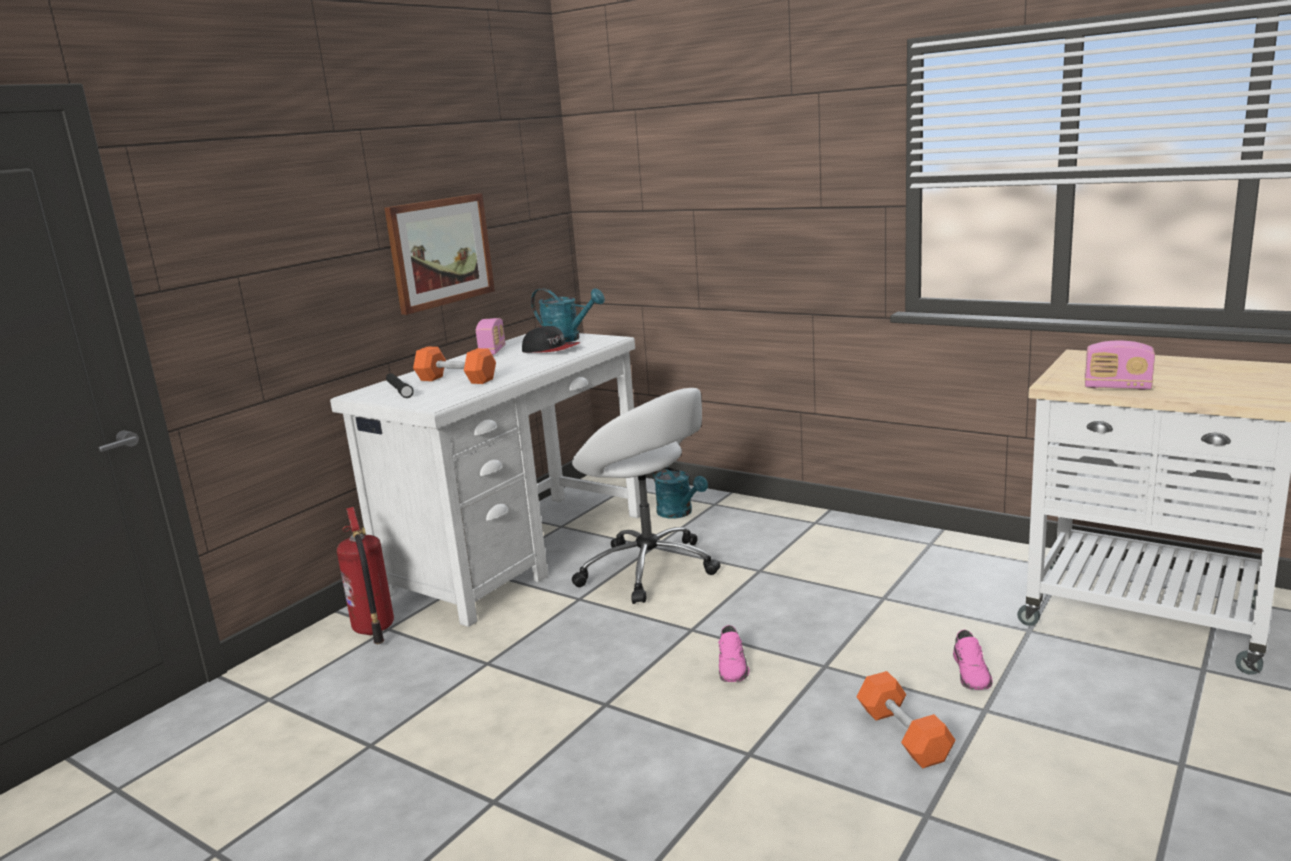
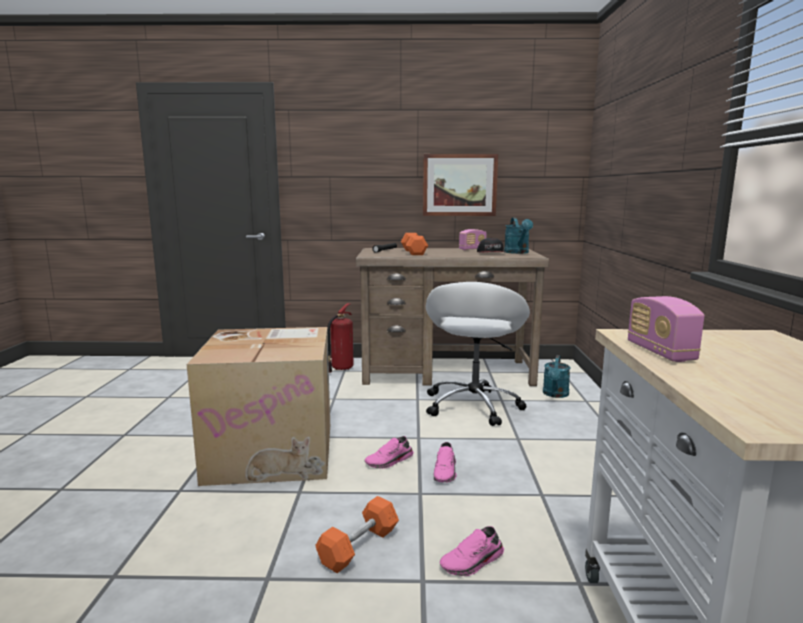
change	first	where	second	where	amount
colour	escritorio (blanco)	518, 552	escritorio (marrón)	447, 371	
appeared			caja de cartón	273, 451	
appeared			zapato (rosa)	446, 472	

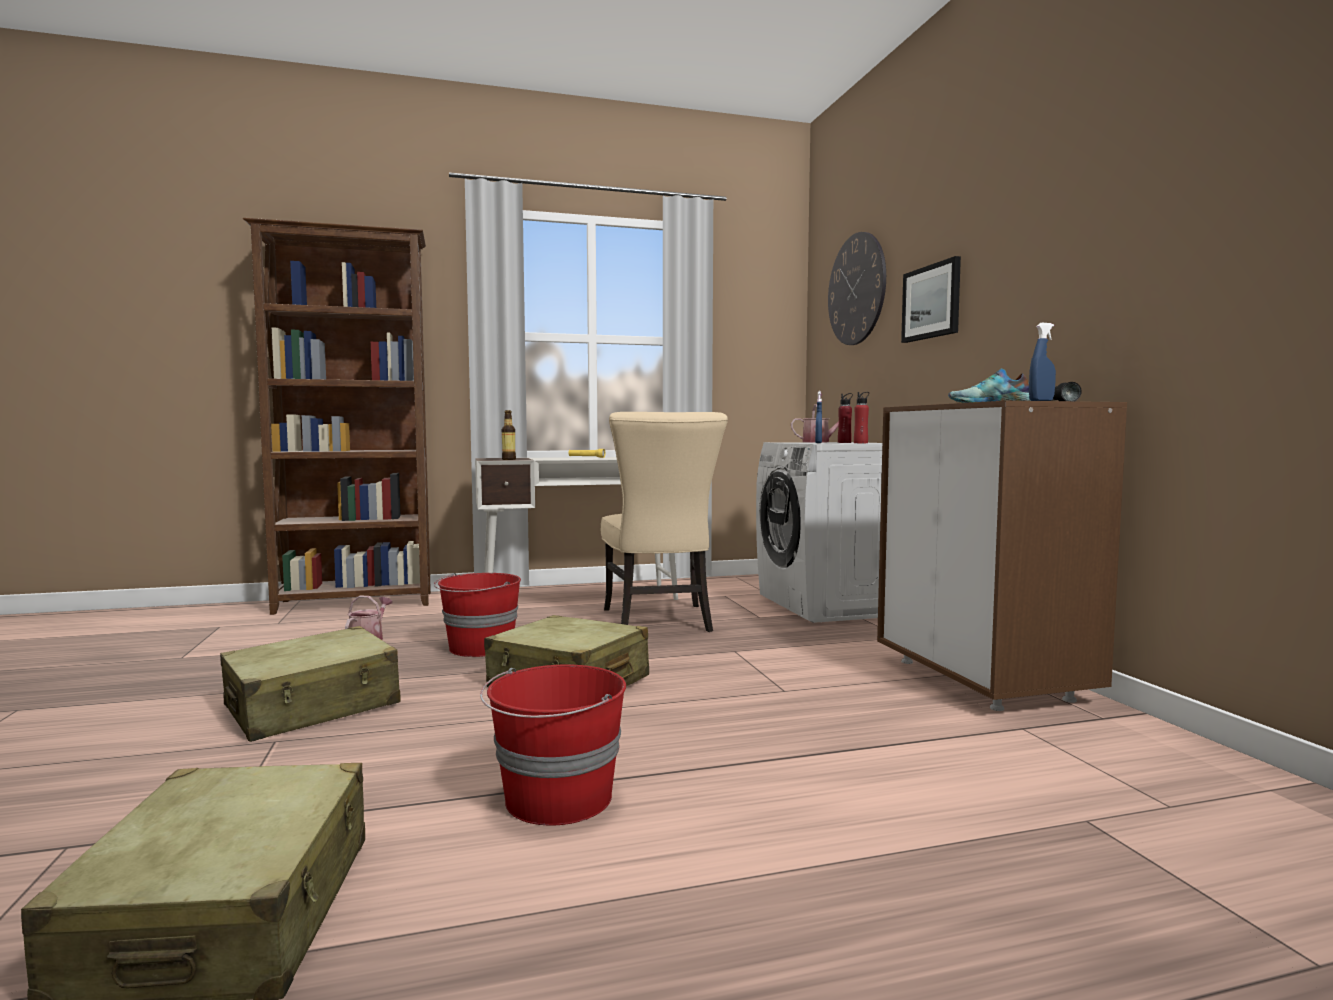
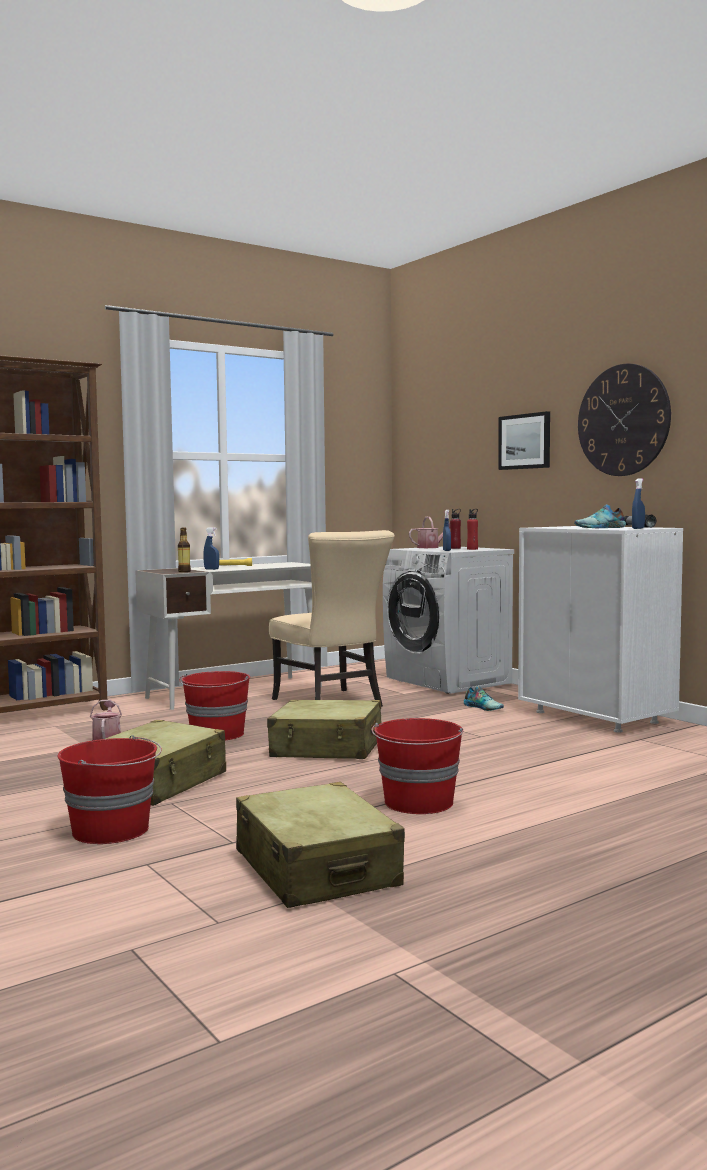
change	first	where	second	where	amount
relocated	reloj de pared	856, 289		623, 420	
colour	armario (marrón)	984, 680	armario (blanco)	597, 717	
appeared			pulverizador (azul)	211, 569	
appeared			zapato	484, 707	
appeared			cubo (rojo)	112, 830	

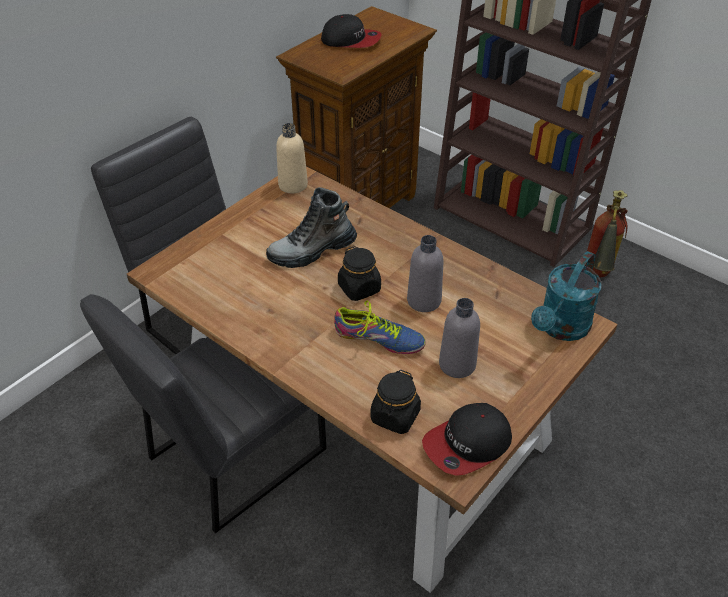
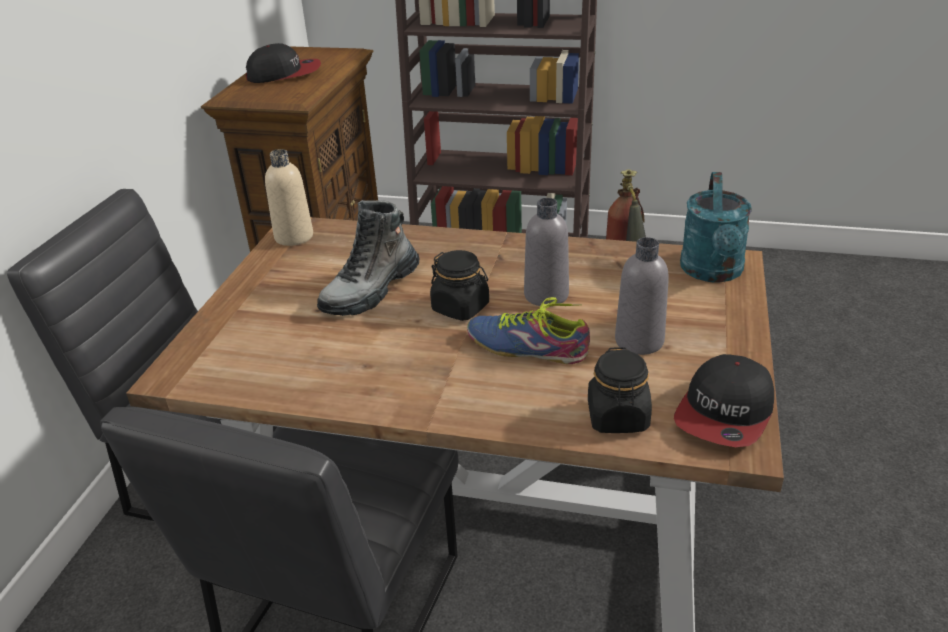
change	first	where	second	where	amount
spun	zapato	379, 338		527, 347	150 degrees counterclockwise

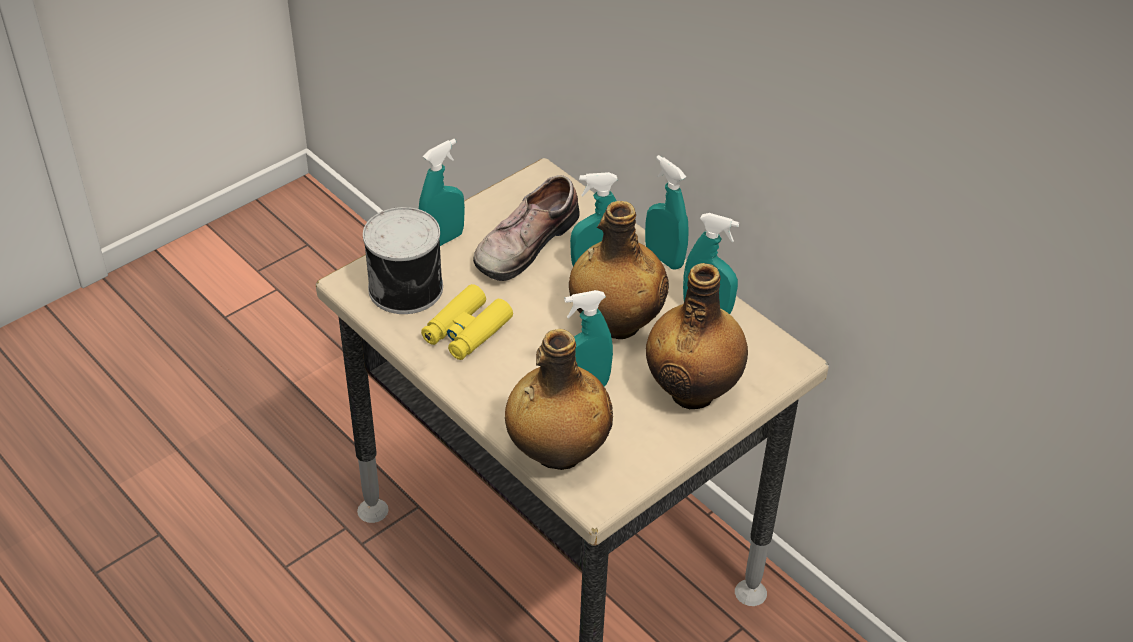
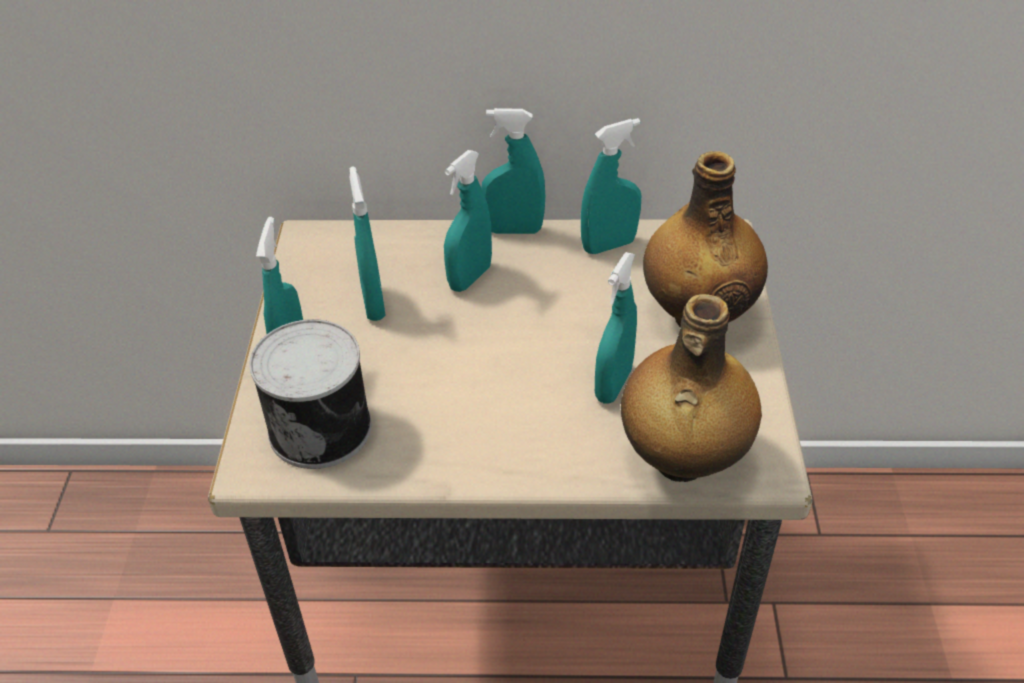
change	first	where	second	where	amount
exchanged	zapato	523, 242	pulverizador (turquesa)	373, 303	
missing	botella	615, 324			
missing	prismáticos (amarillo)	466, 331			

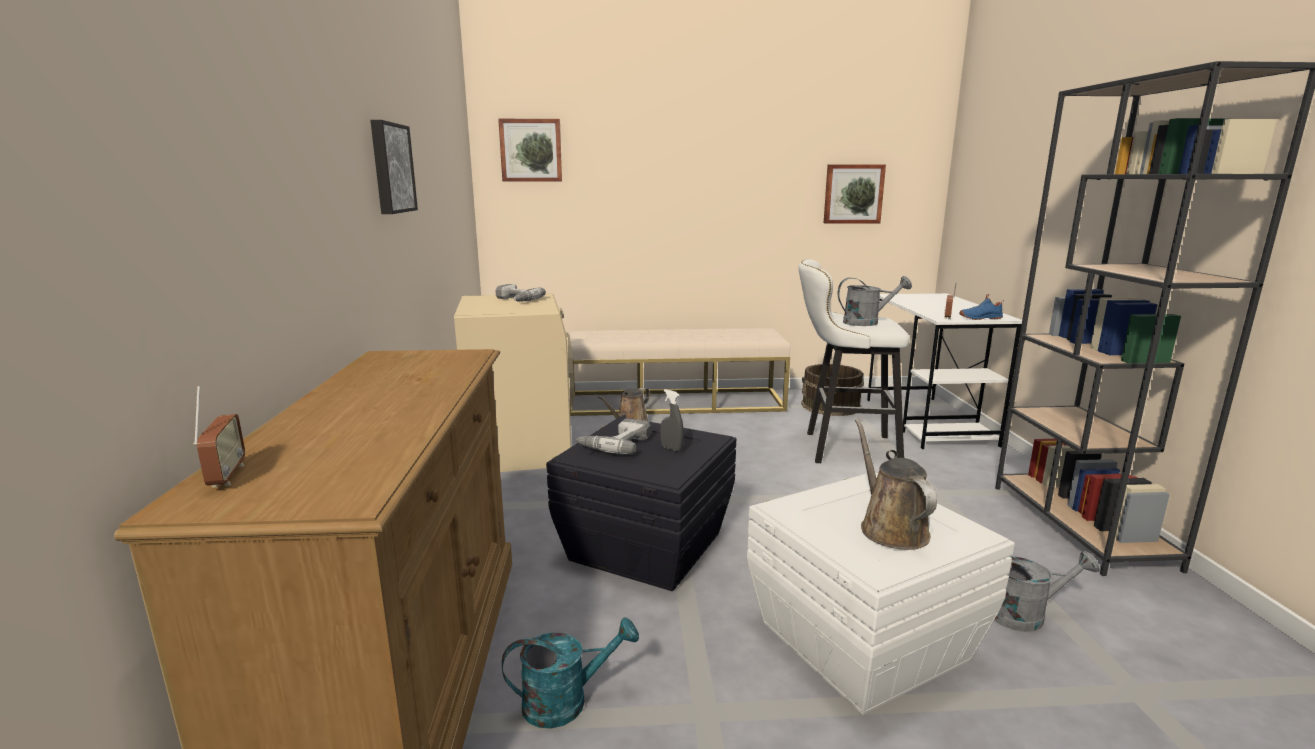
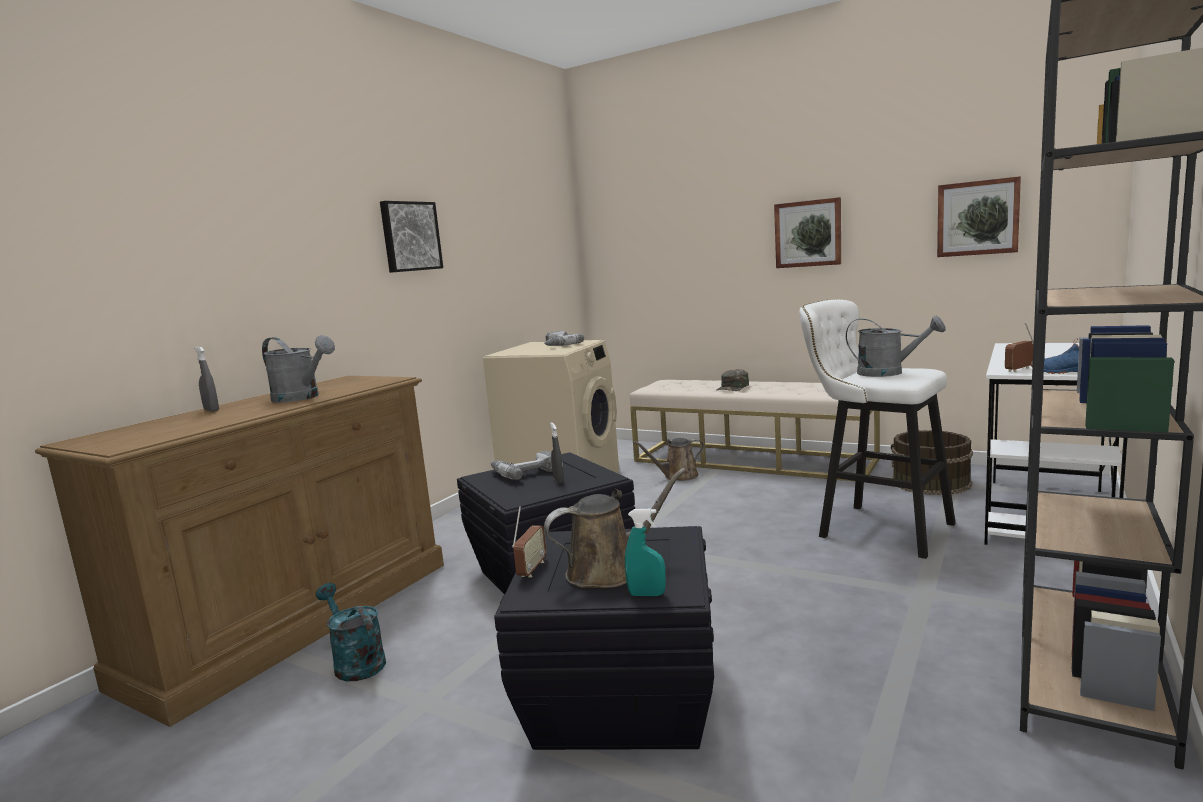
change	first	where	second	where	amount
relocated	cuadro	531, 150		808, 233	
relocated	radio	227, 476		531, 569	
spun	regadera (marrón)	890, 528		609, 571	45 degrees clockwise
colour	caja de almacenaje (blanco)	860, 640	caja de almacenaje (negro)	619, 696	
relocated	regadera (gris)	1025, 615		302, 398	
spun	regadera (turquesa)	566, 701		355, 662	150 degrees counterclockwise
appeared			pulverizador (gris)	211, 410	
appeared			gorra (verde)	733, 387	
appeared			pulverizador (turquesa)	647, 594	

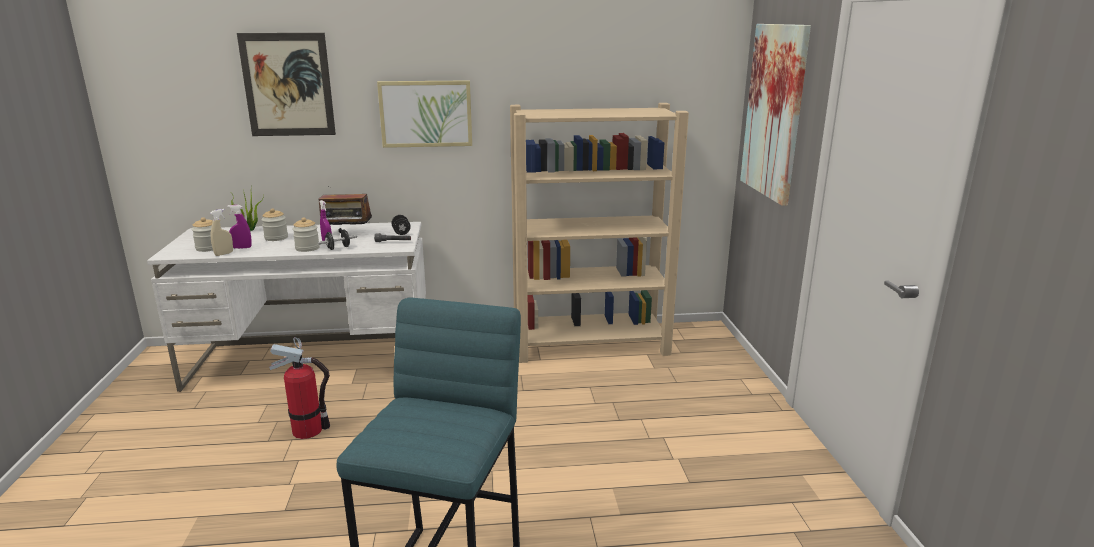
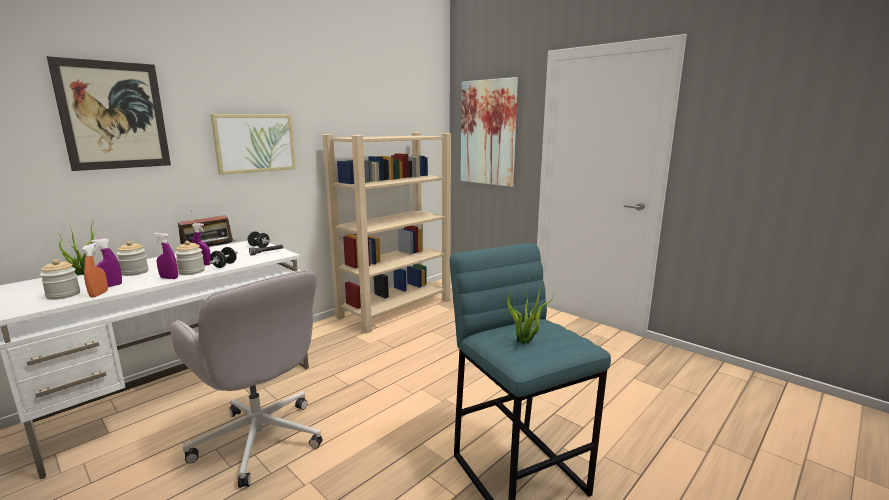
change	first	where	second	where	amount
colour	pulverizador (beis)	224, 254	pulverizador (naranja)	99, 294	
exchanged	extintor	307, 430	silla de oficina (gris)	260, 441	
appeared			pulverizador (morado)	169, 278	
appeared			planta en maceta	525, 342	

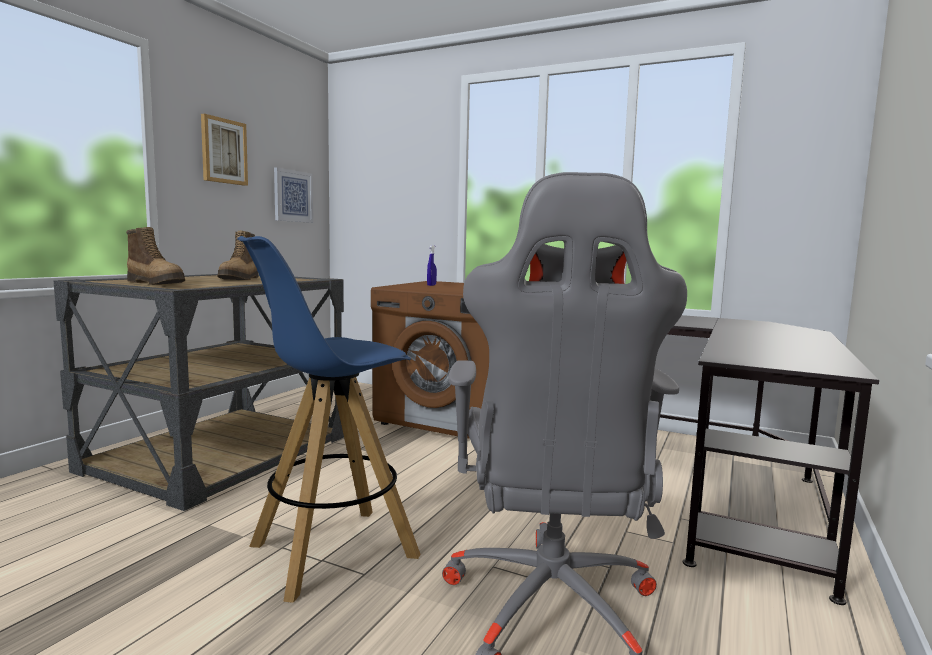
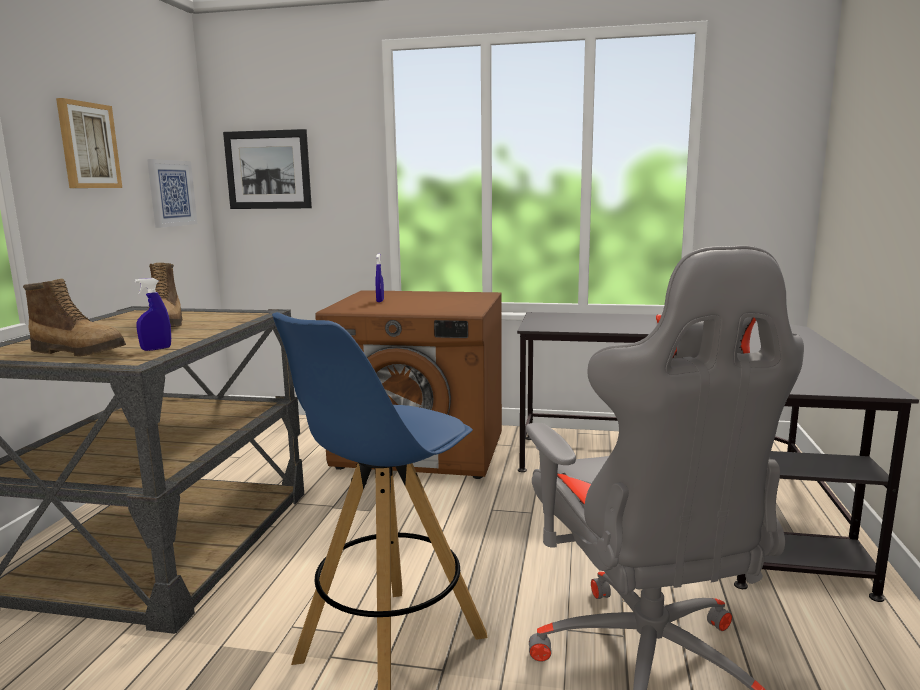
change	first	where	second	where	amount
appeared			cuadro	268, 170	
appeared			pulverizador (azul)	156, 349	

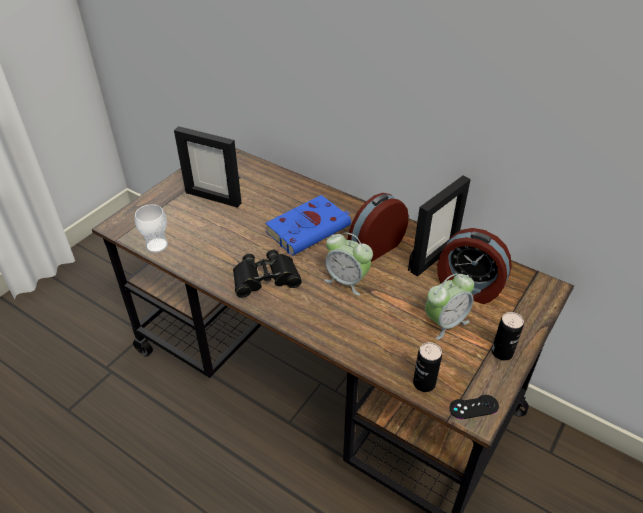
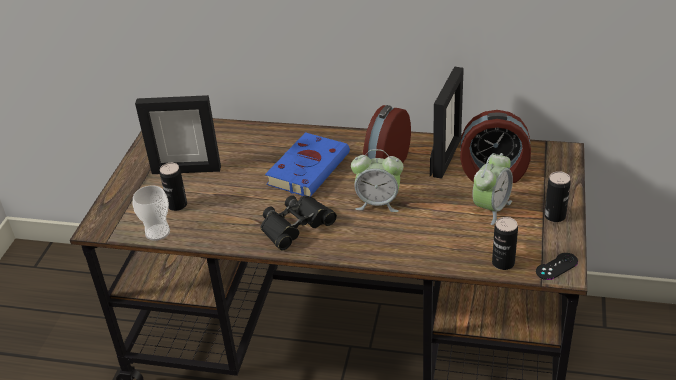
change	first	where	second	where	amount
appeared			lata	177, 205	

